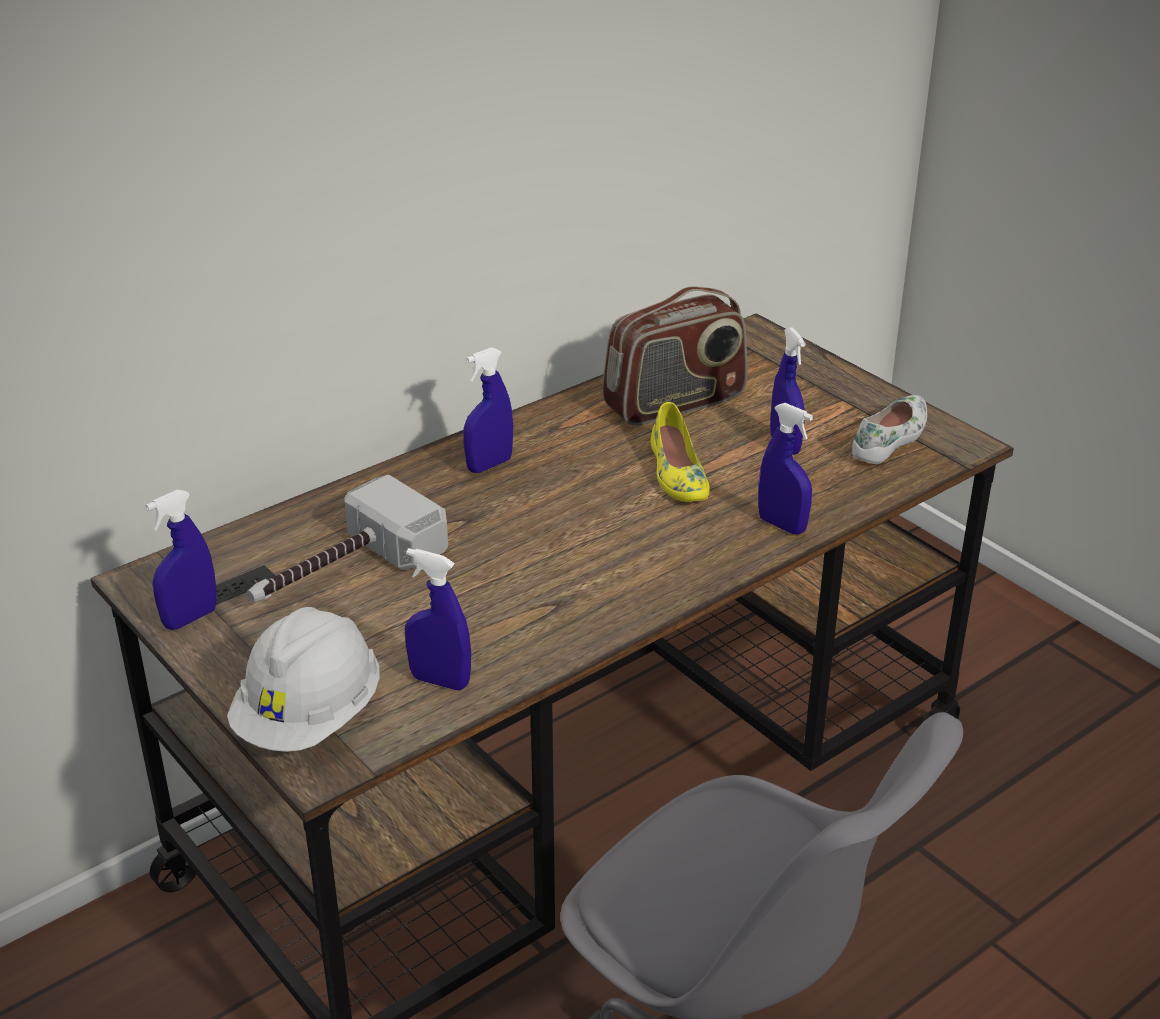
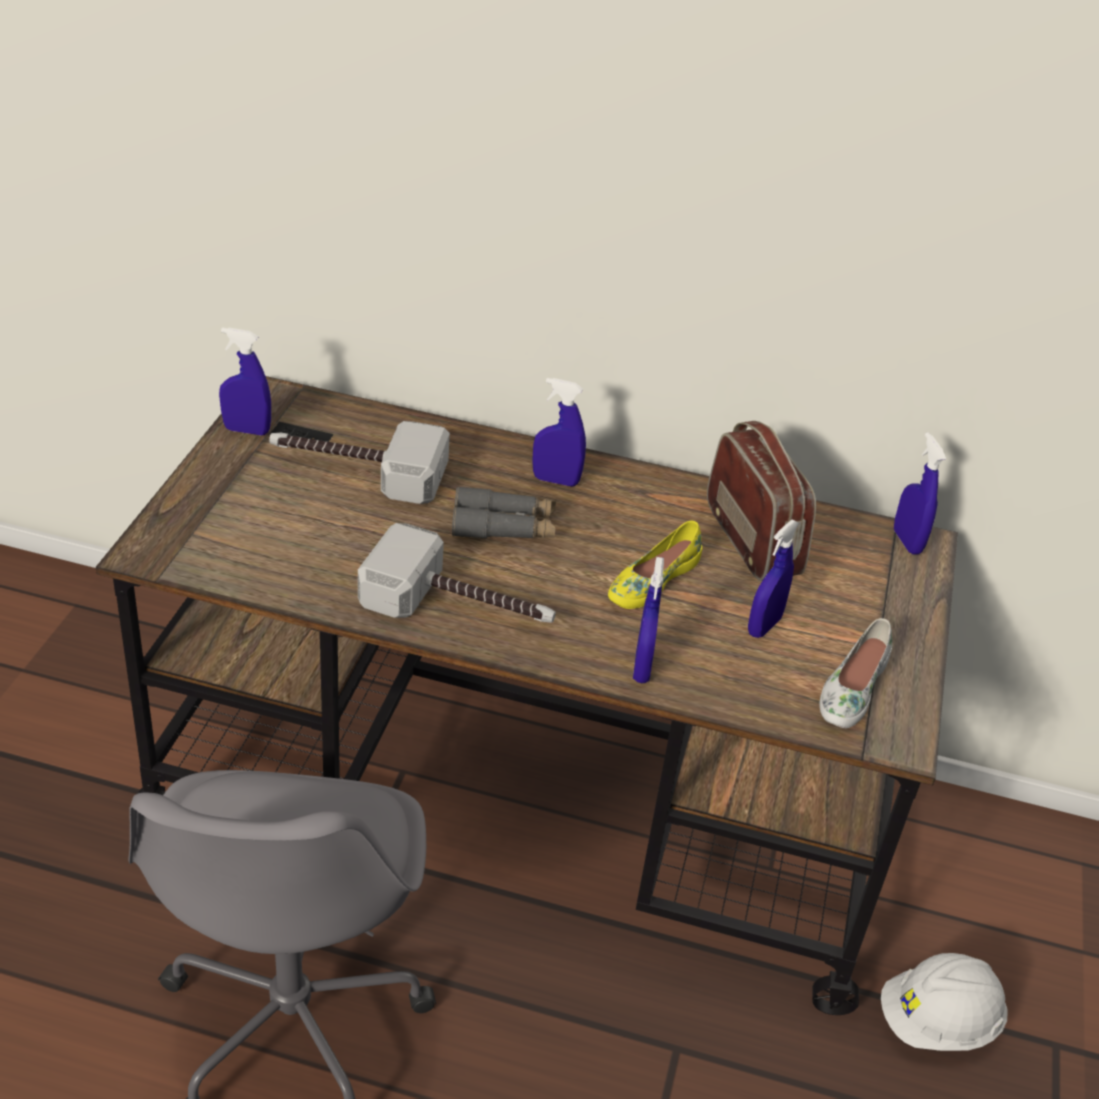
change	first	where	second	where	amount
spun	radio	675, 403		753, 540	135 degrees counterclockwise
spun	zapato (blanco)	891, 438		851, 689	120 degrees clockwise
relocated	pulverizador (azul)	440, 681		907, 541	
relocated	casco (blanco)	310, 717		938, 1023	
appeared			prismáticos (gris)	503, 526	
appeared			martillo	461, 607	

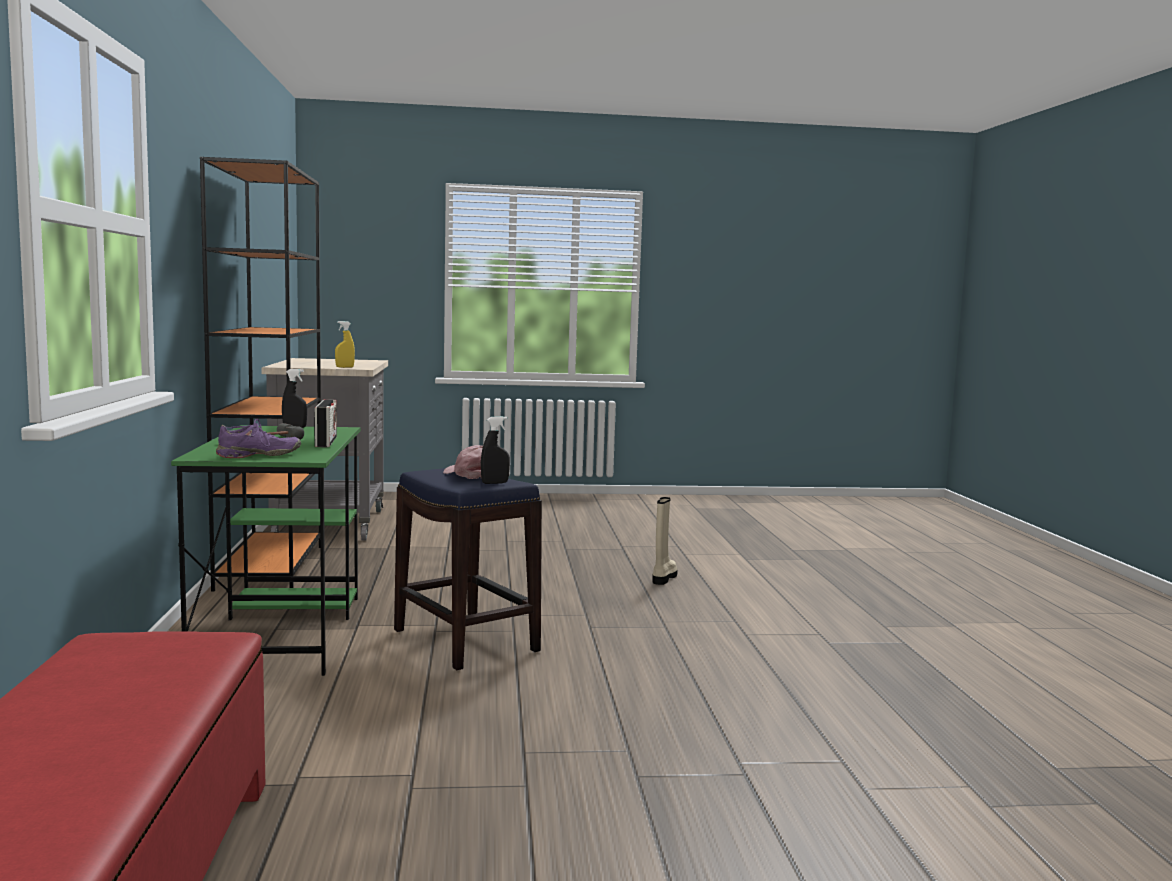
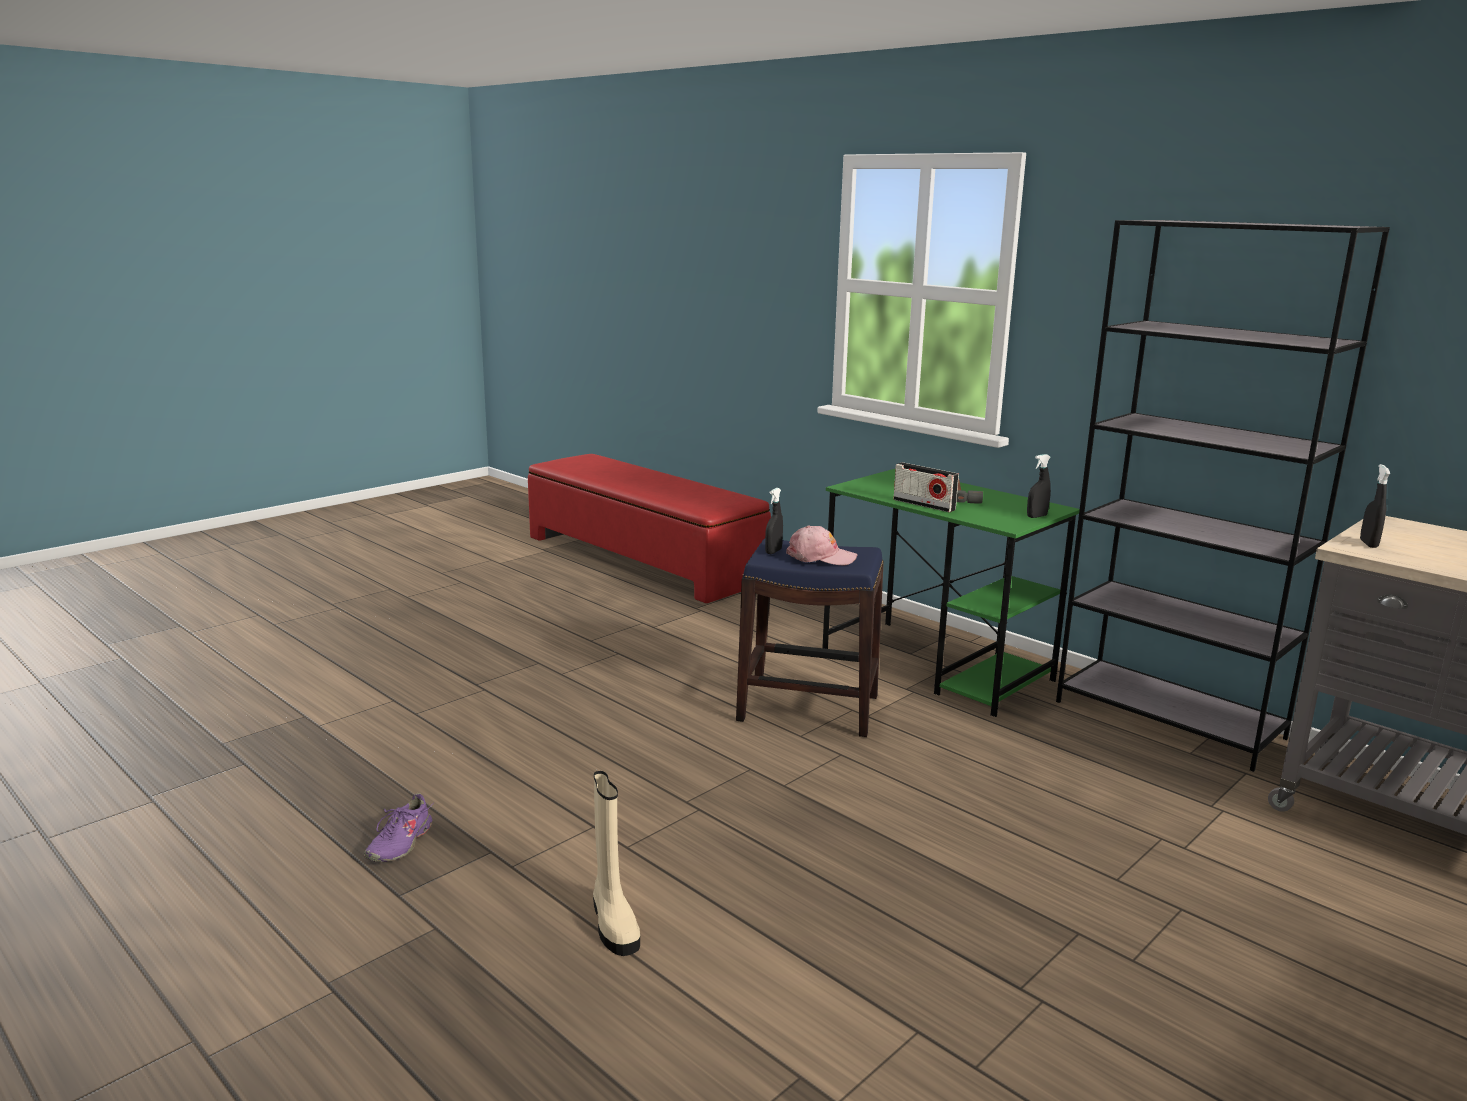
change	first	where	second	where	amount
colour	estantería (naranja)	270, 567	estantería (gris)	1170, 720	
colour	pulverizador (amarillo)	344, 367	pulverizador (negro)	1368, 544	
relocated	zapato (morado)	259, 455		399, 843	
relocated	bota (beis)	663, 577		613, 923	

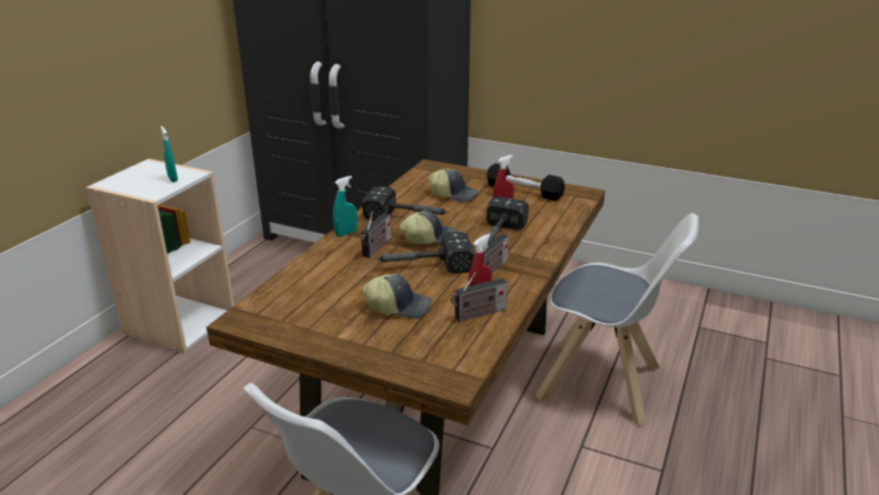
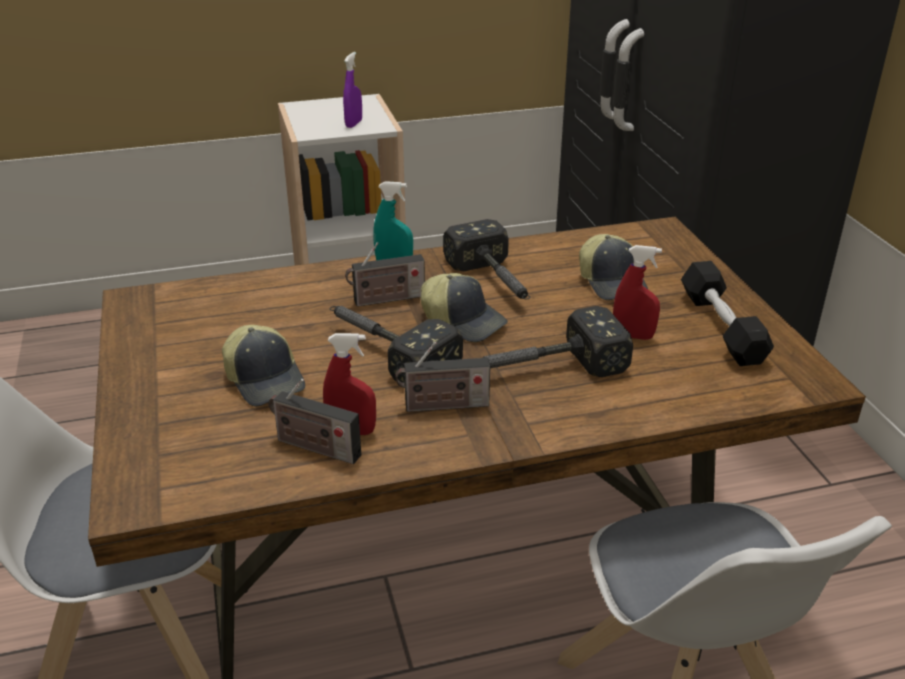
change	first	where	second	where	amount
colour	pulverizador (turquesa)	172, 179	pulverizador (morado)	354, 124	

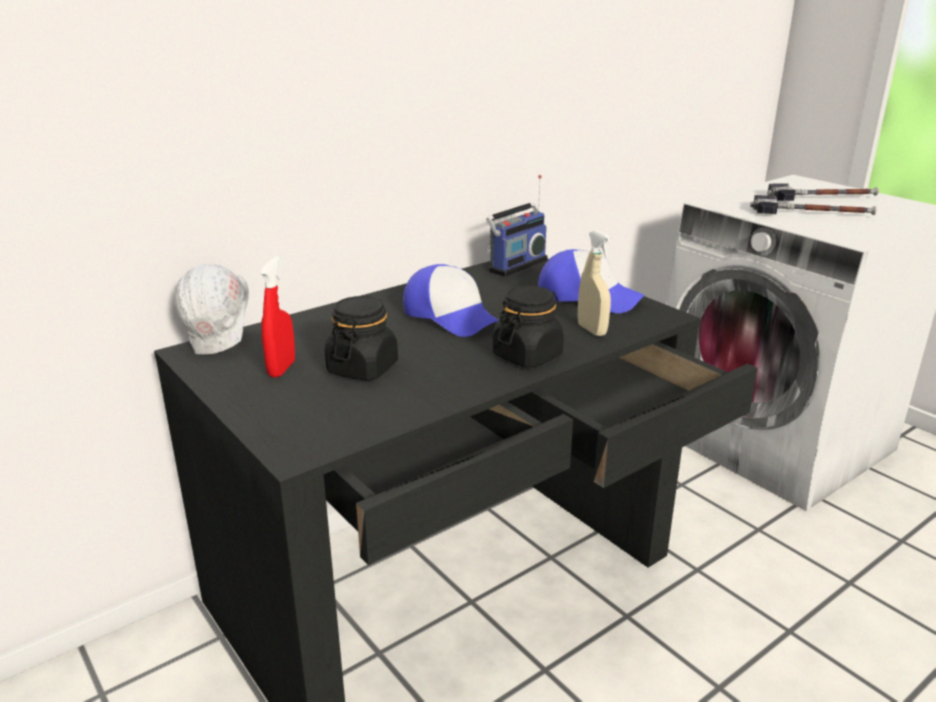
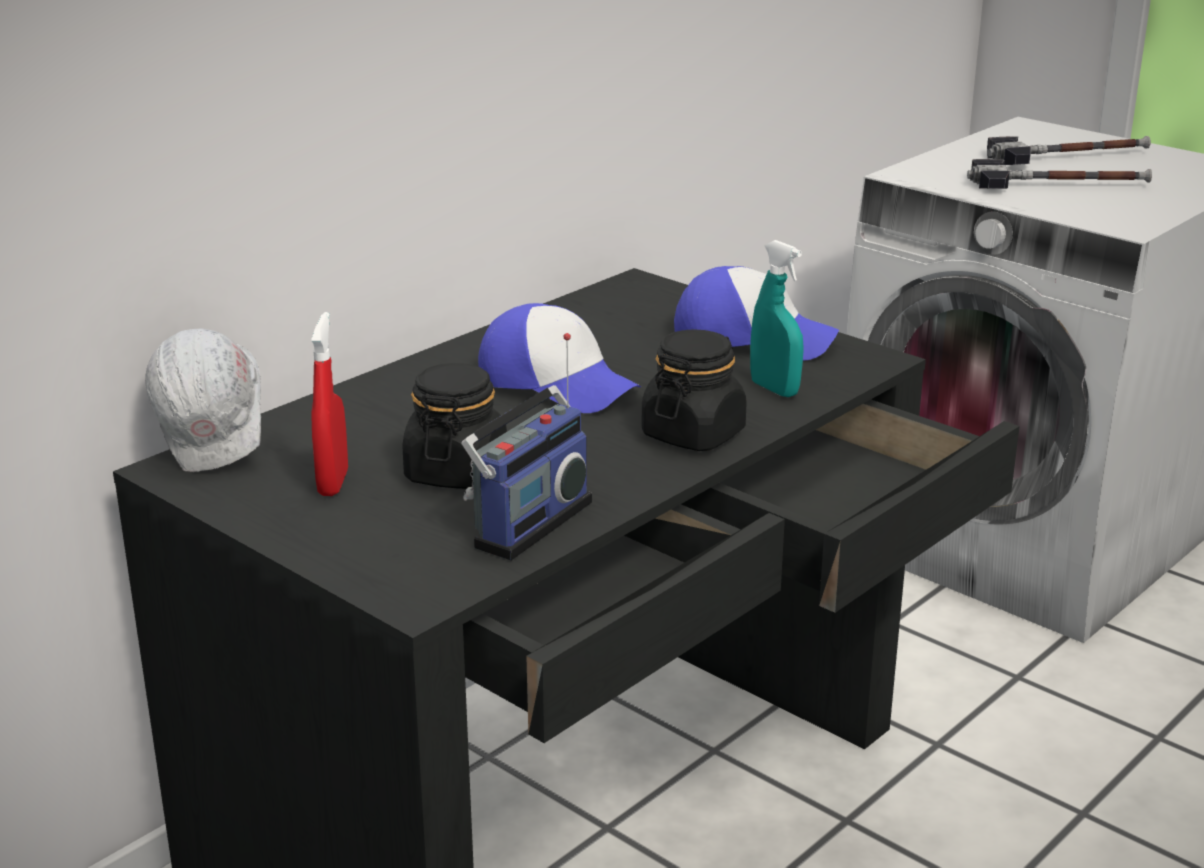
change	first	where	second	where	amount
relocated	radio	515, 265		527, 522	
colour	pulverizador (beis)	592, 330	pulverizador (turquesa)	774, 389	

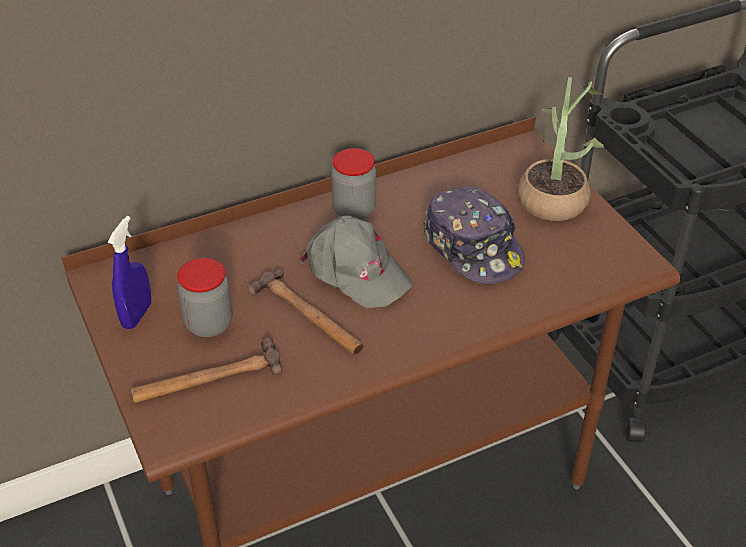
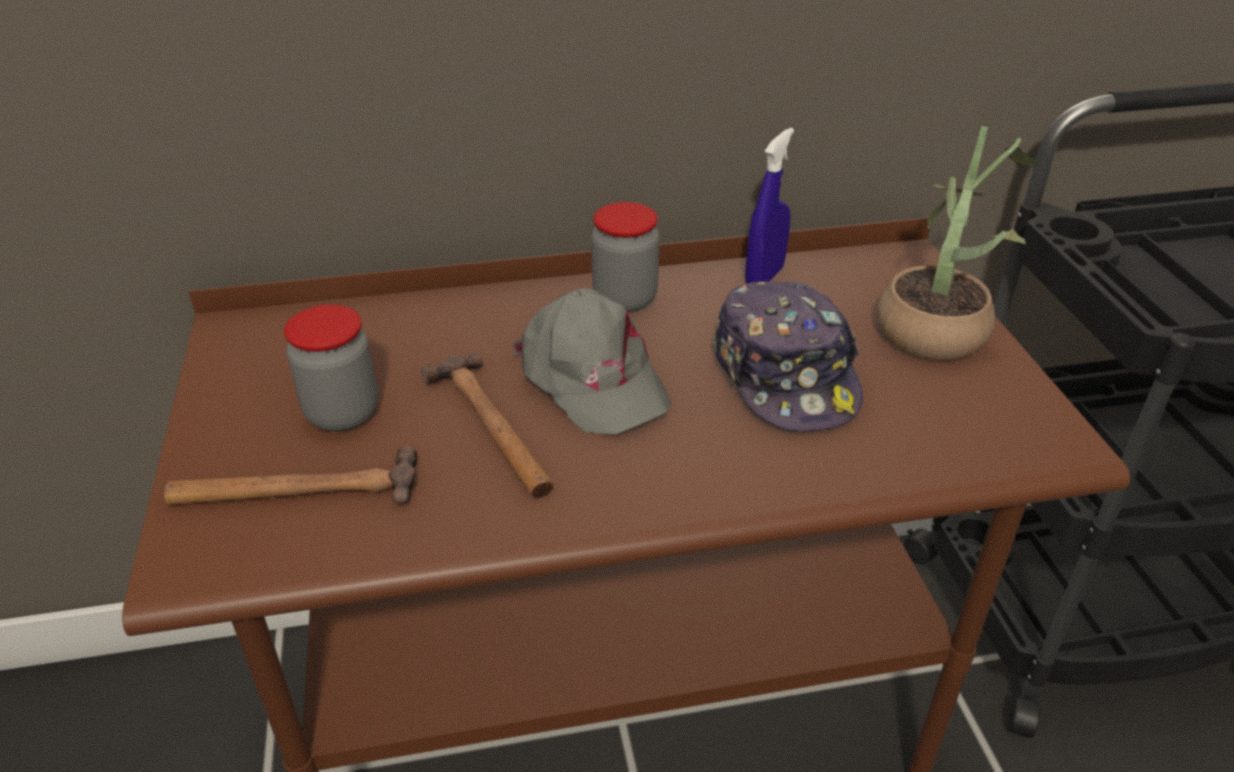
change	first	where	second	where	amount
relocated	pulverizador (azul)	137, 315		764, 277	

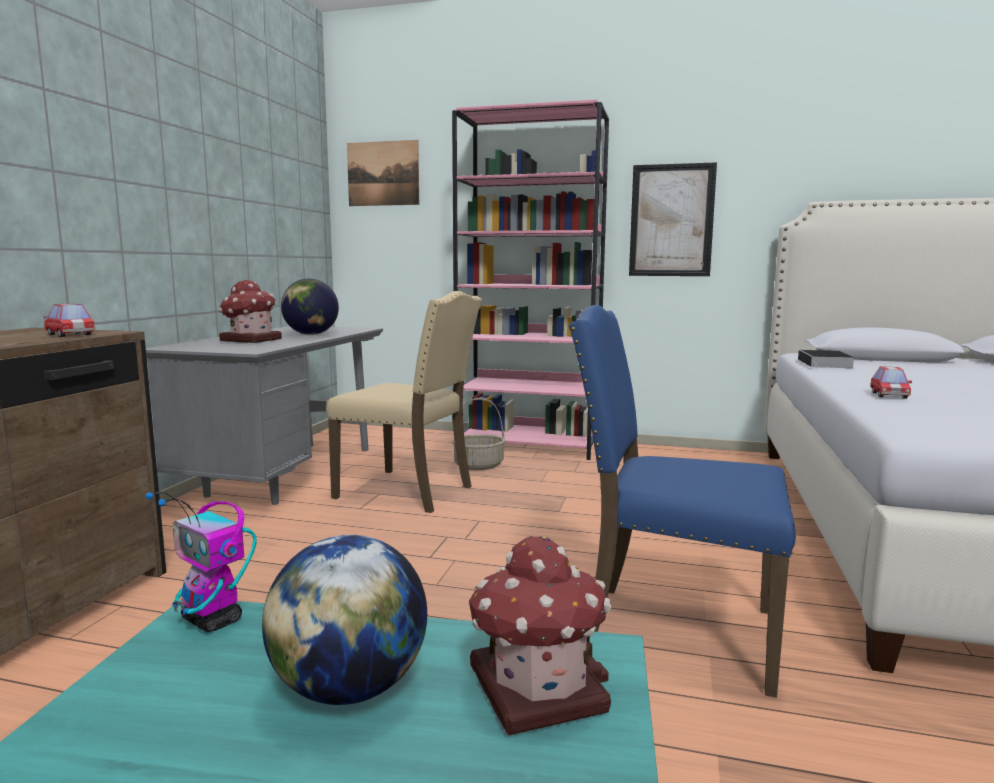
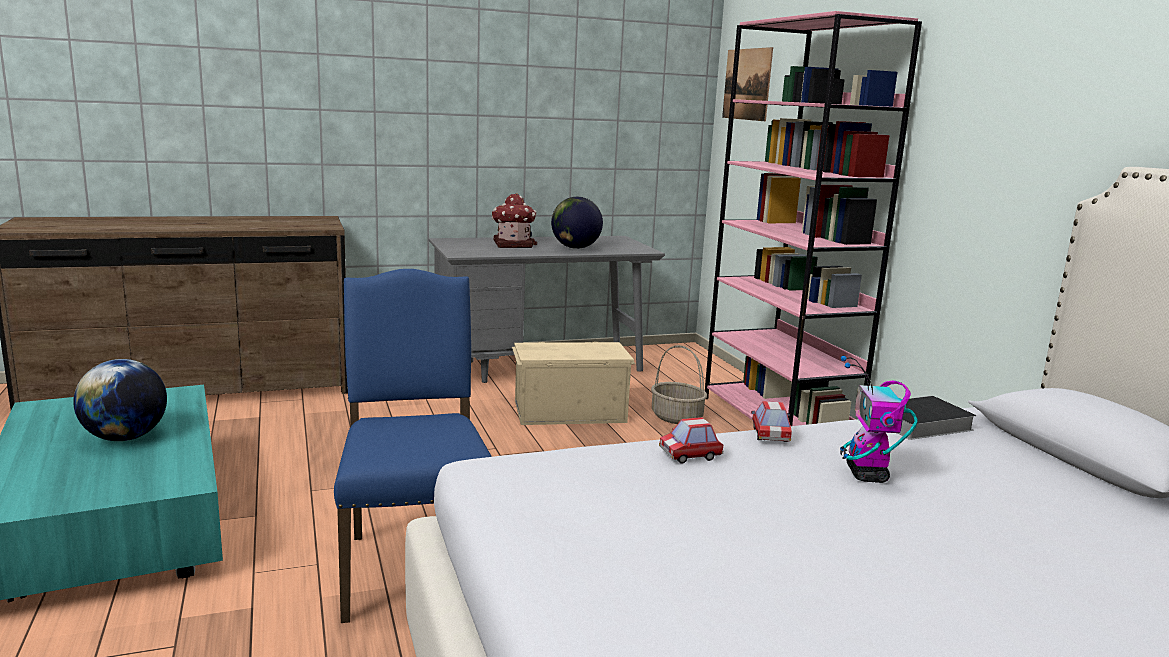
change	first	where	second	where	amount
missing	cuadro	671, 220			
exchanged	silla (beis)	408, 491	caja de almacenaje (beis)	568, 411	
relocated	coche de juguete	70, 335		770, 435	
relocated	robot de juguete	213, 620		867, 475	
missing	casita	536, 687			

